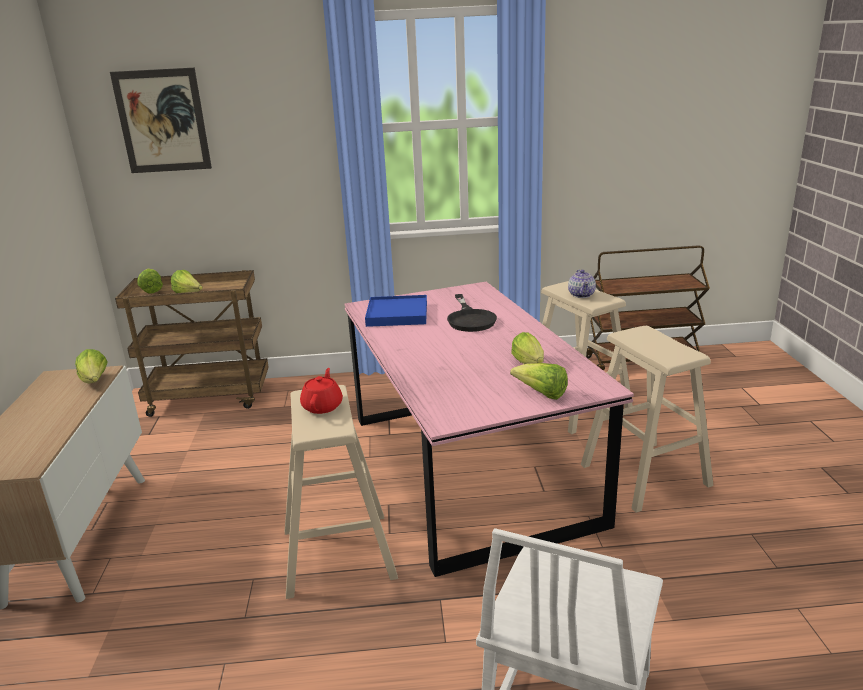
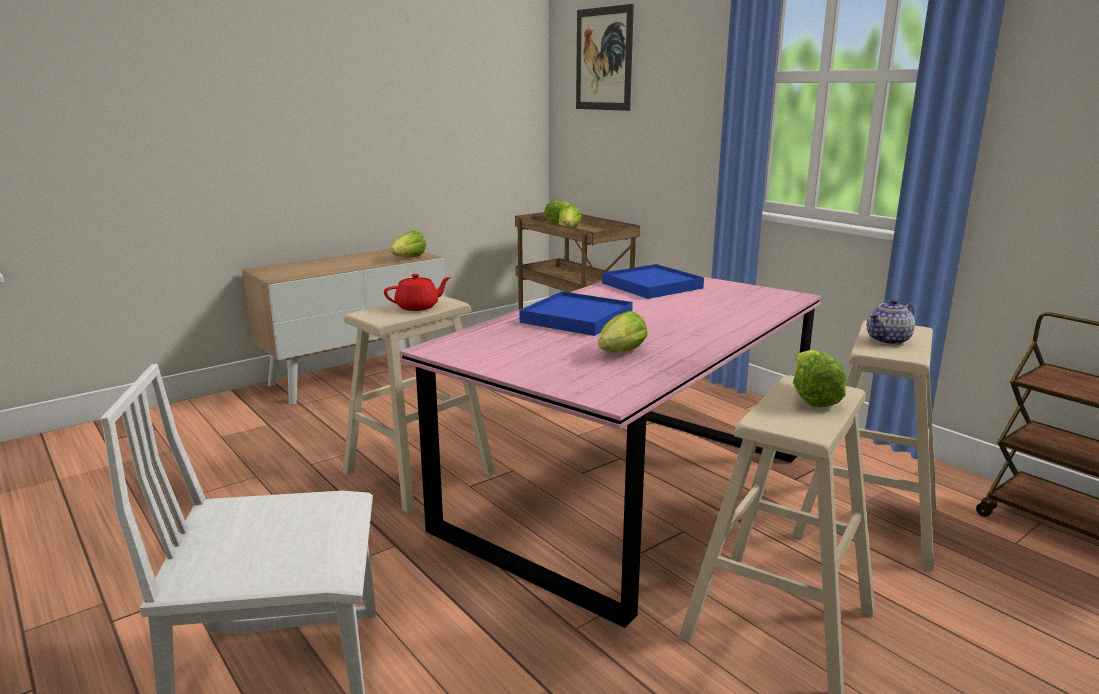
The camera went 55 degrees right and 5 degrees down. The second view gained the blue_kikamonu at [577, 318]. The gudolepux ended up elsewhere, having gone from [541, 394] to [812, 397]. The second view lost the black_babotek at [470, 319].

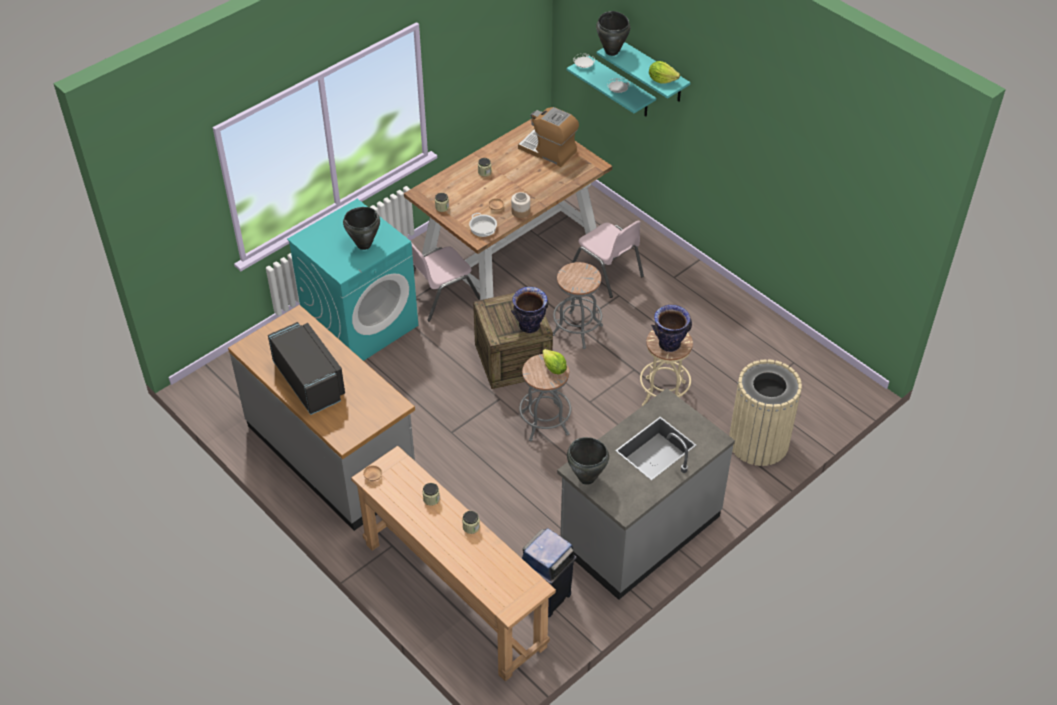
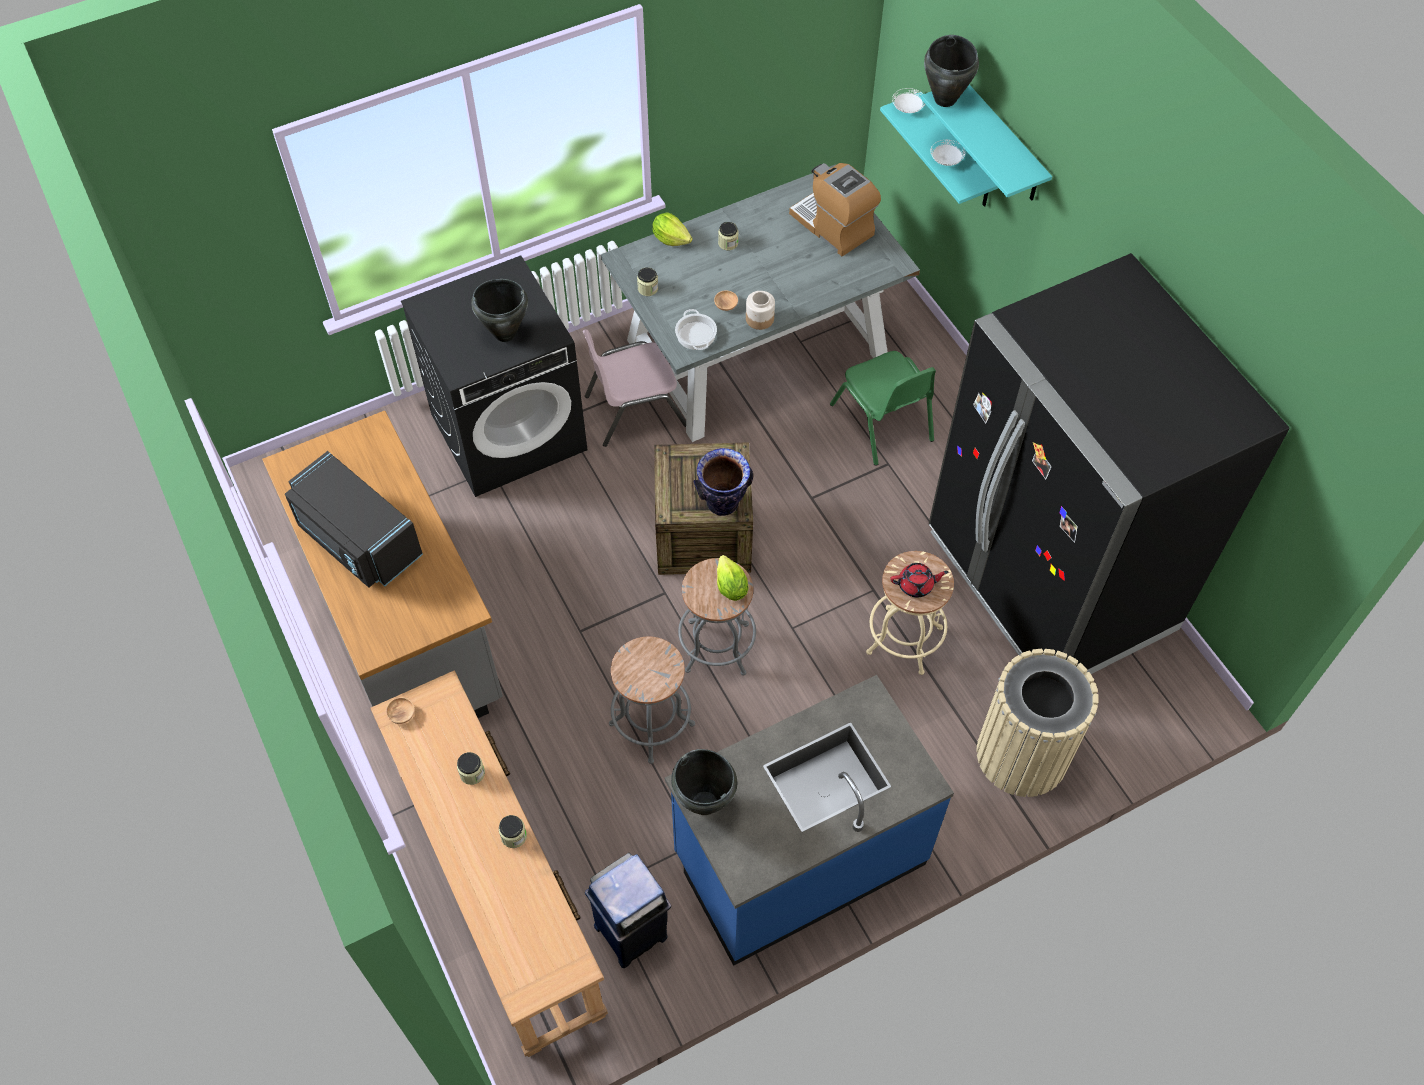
The camera went 15 degrees right and 10 degrees up. The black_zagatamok at [311, 381] ended up facing another way, 150 degrees clockwise from before. What was the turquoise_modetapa at [361, 324] turned into the black_modetapa at [509, 431]. What was the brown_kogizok at [509, 245] turned into the grey_kogizok at [756, 350]. The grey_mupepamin ended up elsewhere, having gone from [577, 330] to [652, 724]. The gudolepux ended up elsewhere, having gone from [662, 80] to [671, 239]. What was the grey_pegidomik at [639, 530] turned into the blue_pegidomik at [798, 858]. What was the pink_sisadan at [607, 272] turned into the green_sisadan at [882, 422]. Where the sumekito stood at [669, 344], the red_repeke came to stand at [916, 585]. The second view gained the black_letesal at [1049, 581].

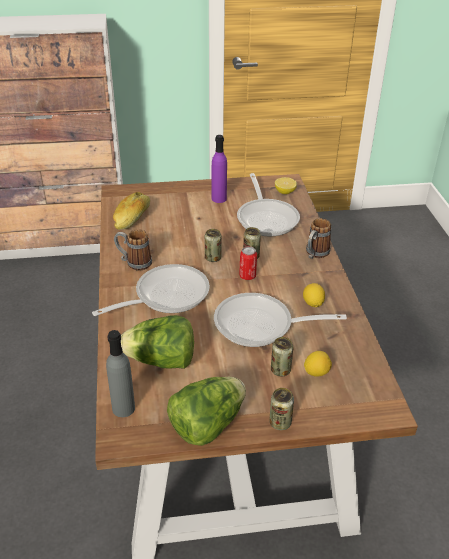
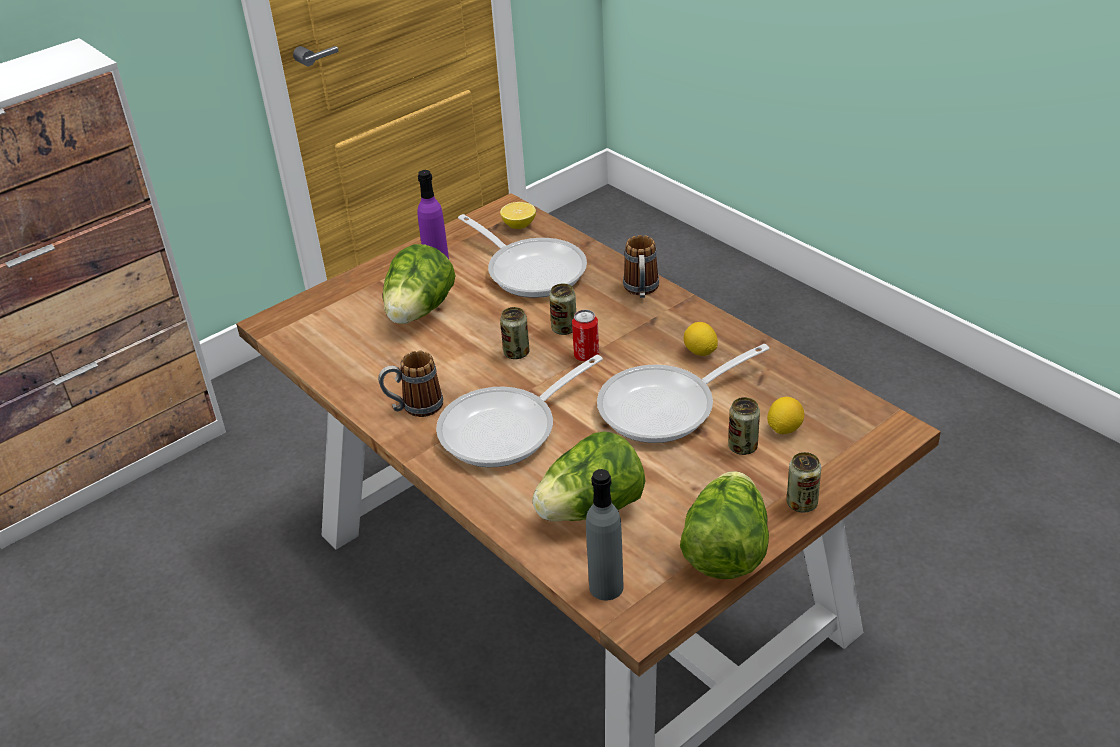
The camera went 30 degrees left and 0 degrees up. The second view gained the gudolepux at [419, 312]. The babotek at [165, 296] ended up facing another way, 150 degrees counterclockwise from before. The second view lost the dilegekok at [132, 218].

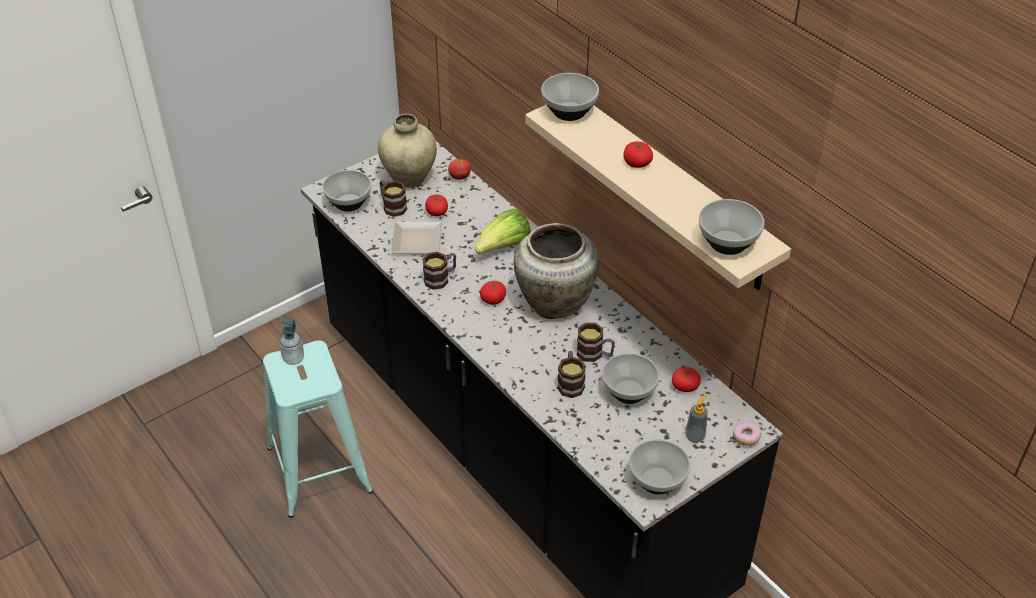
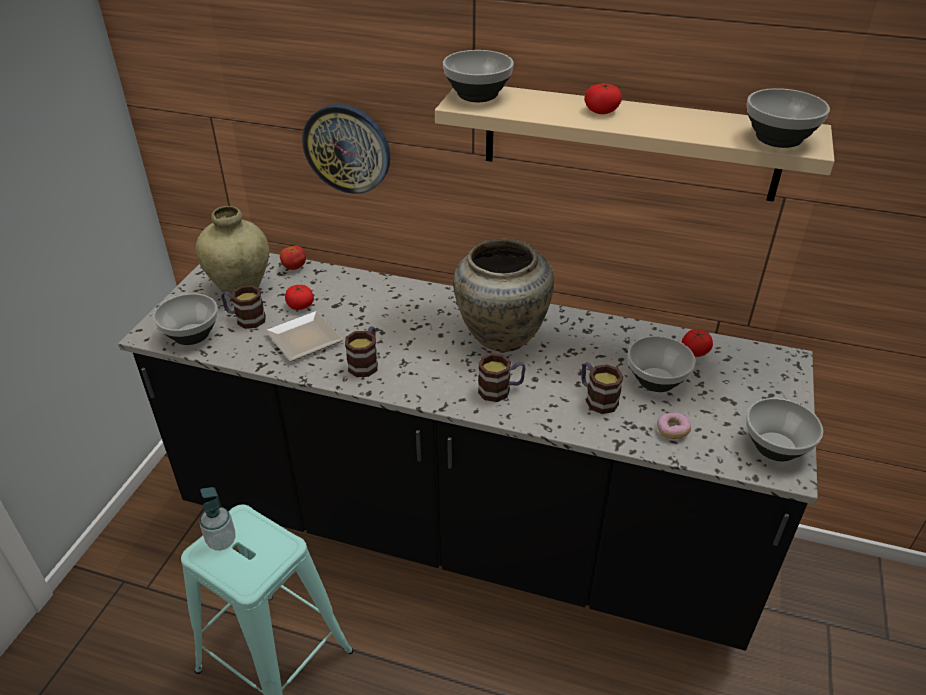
The camera went 35 degrees left and 5 degrees down. The second view gained the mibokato at [347, 148]. The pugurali ended up elsewhere, having gone from [595, 354] to [501, 390]. The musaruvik ended up elsewhere, having gone from [746, 438] to [672, 431]. The second view lost the gudolepux at [504, 247]. The second view lost the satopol at [493, 299]. The second view lost the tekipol at [695, 436].

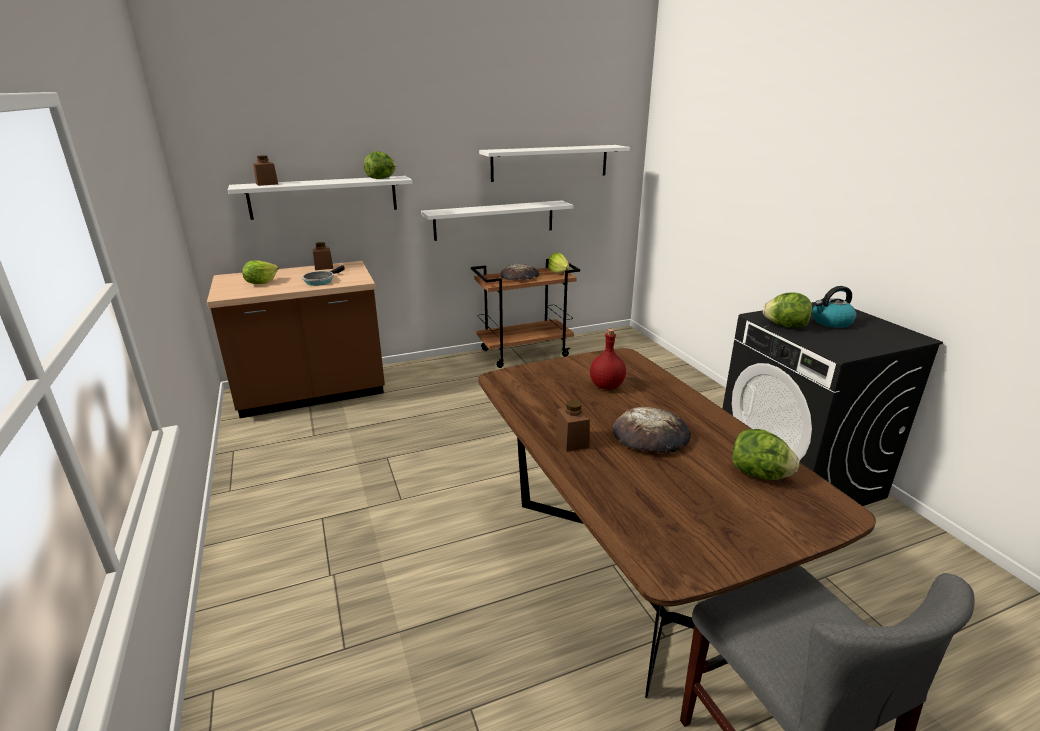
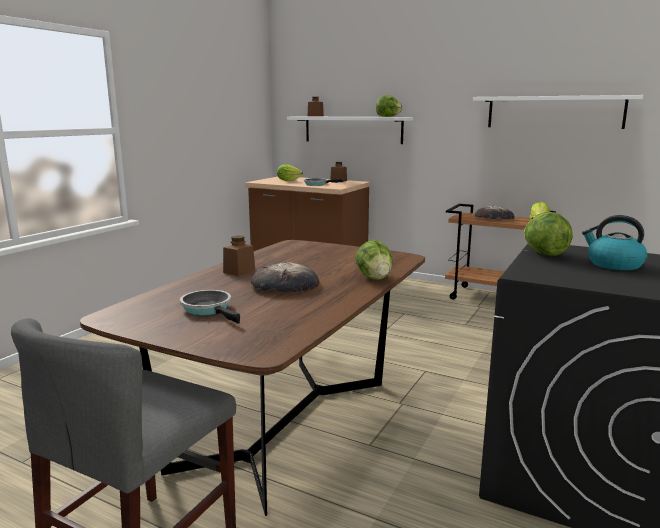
The camera went 50 degrees right and 10 degrees down. The second view gained the babotek at [209, 309]. The gudolepux ended up elsewhere, having gone from [759, 474] to [374, 278]. The second view lost the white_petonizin at [494, 220]. The second view lost the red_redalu at [606, 386].

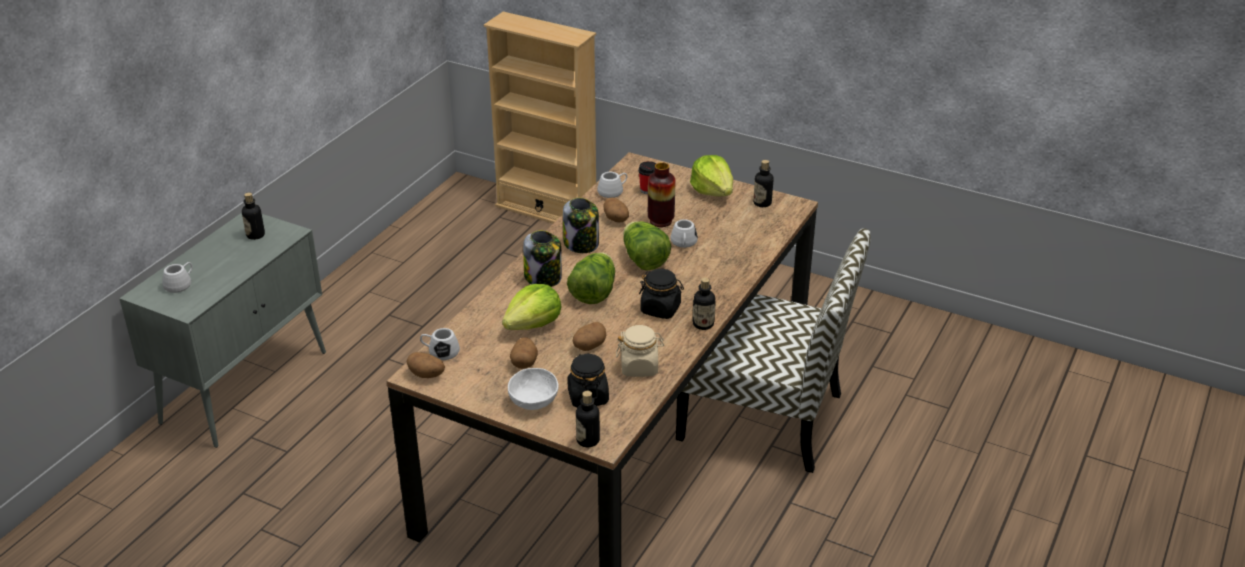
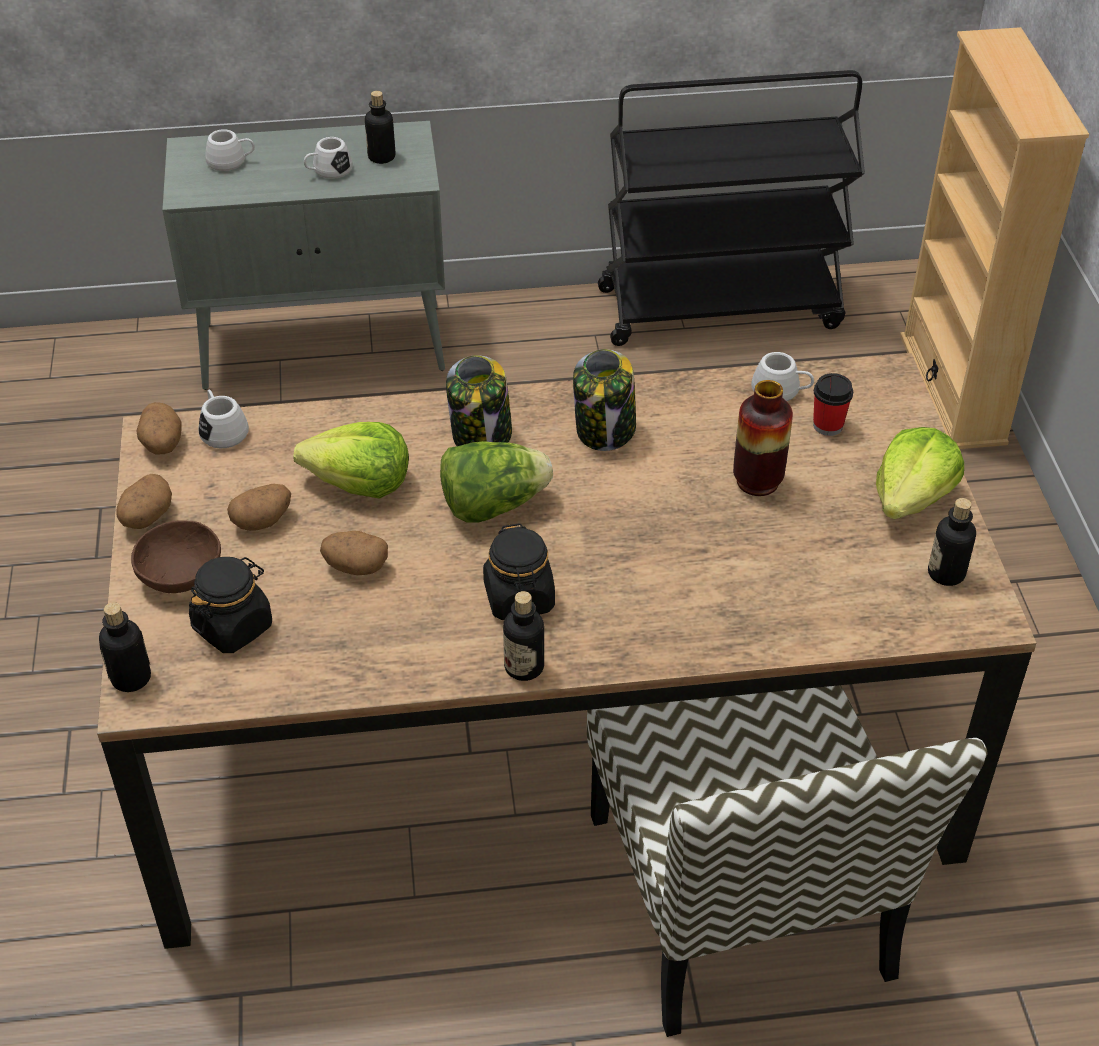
The camera went 55 degrees right and 10 degrees up. The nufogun ended up elsewhere, having gone from [616, 219] to [146, 517]. What was the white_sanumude at [534, 401] turned into the brown_sanumude at [181, 577]. The white_pugurali ended up elsewhere, having gone from [684, 243] to [328, 171]. The second view gained the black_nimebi at [720, 307]. The second view lost the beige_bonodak at [639, 367]. The second view lost the gudolepux at [644, 260].

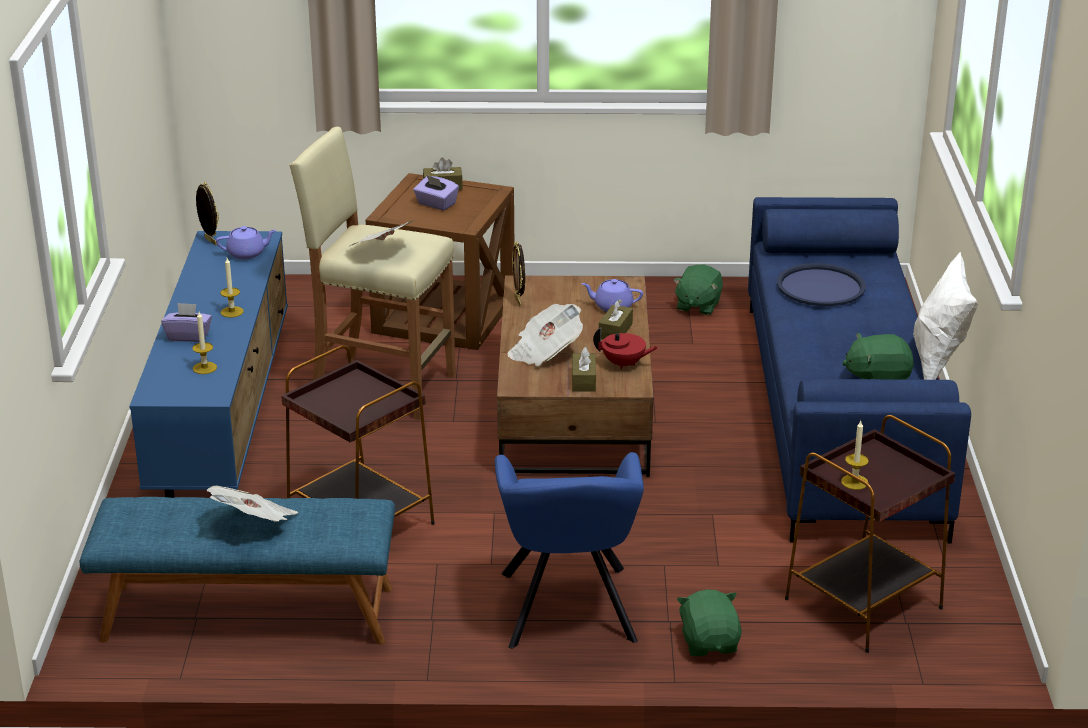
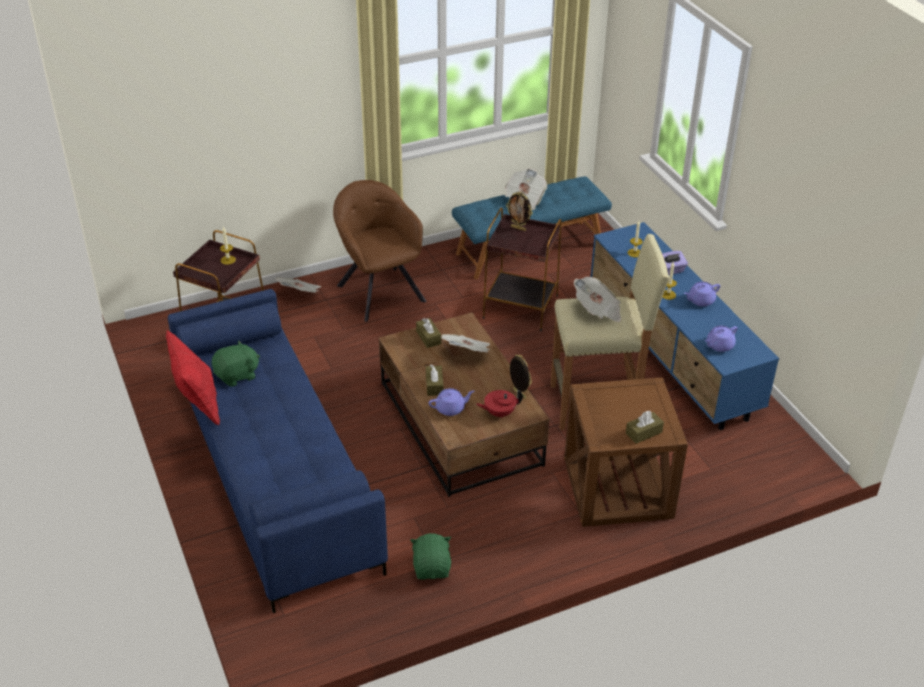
The camera went 155 degrees right and 10 degrees up. What was the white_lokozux at [938, 363] turned into the red_lokozux at [198, 405]. Where the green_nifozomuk stood at [710, 643], the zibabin came to stand at [300, 294]. What was the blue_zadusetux at [568, 611] turned into the brown_zadusetux at [379, 291]. The red_repeke ended up elsewhere, having gone from [624, 364] to [499, 413]. The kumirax ended up elsewhere, having gone from [209, 241] to [518, 228]. The second view gained the purple_repeke at [700, 301]. The second view lost the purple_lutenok at [436, 204]. The second view lost the blue_kikamonu at [820, 286].

